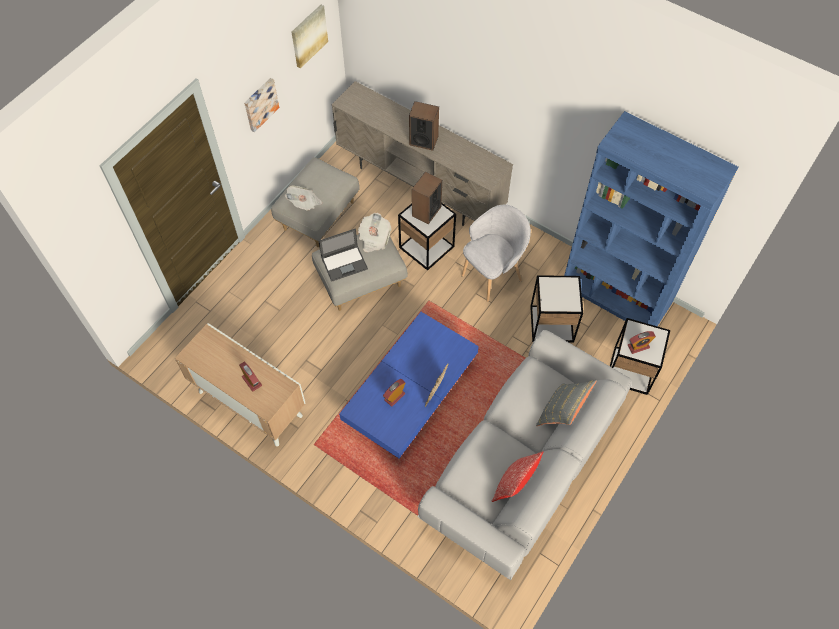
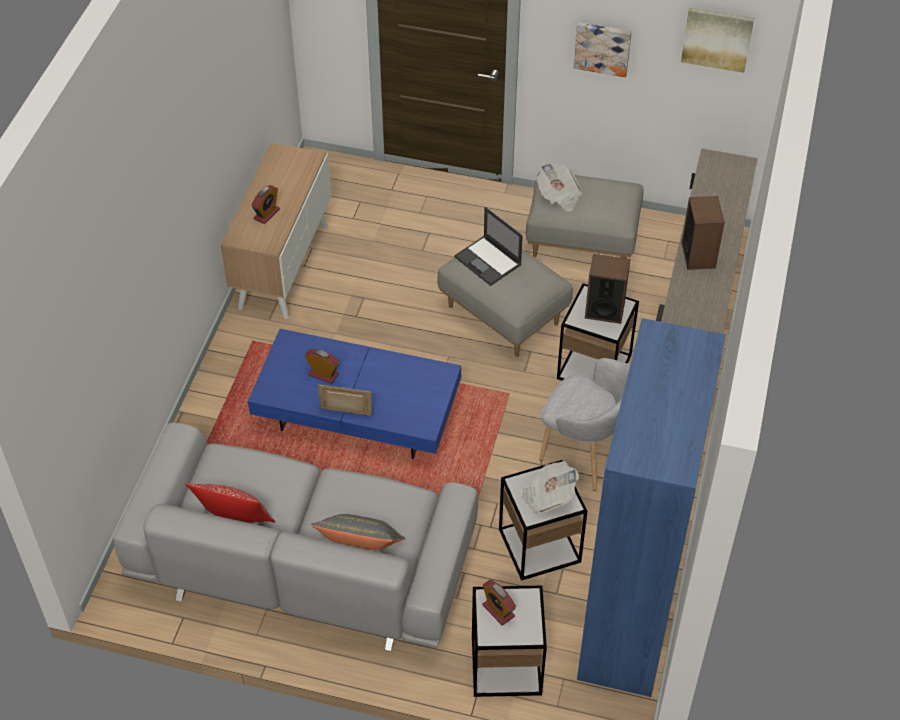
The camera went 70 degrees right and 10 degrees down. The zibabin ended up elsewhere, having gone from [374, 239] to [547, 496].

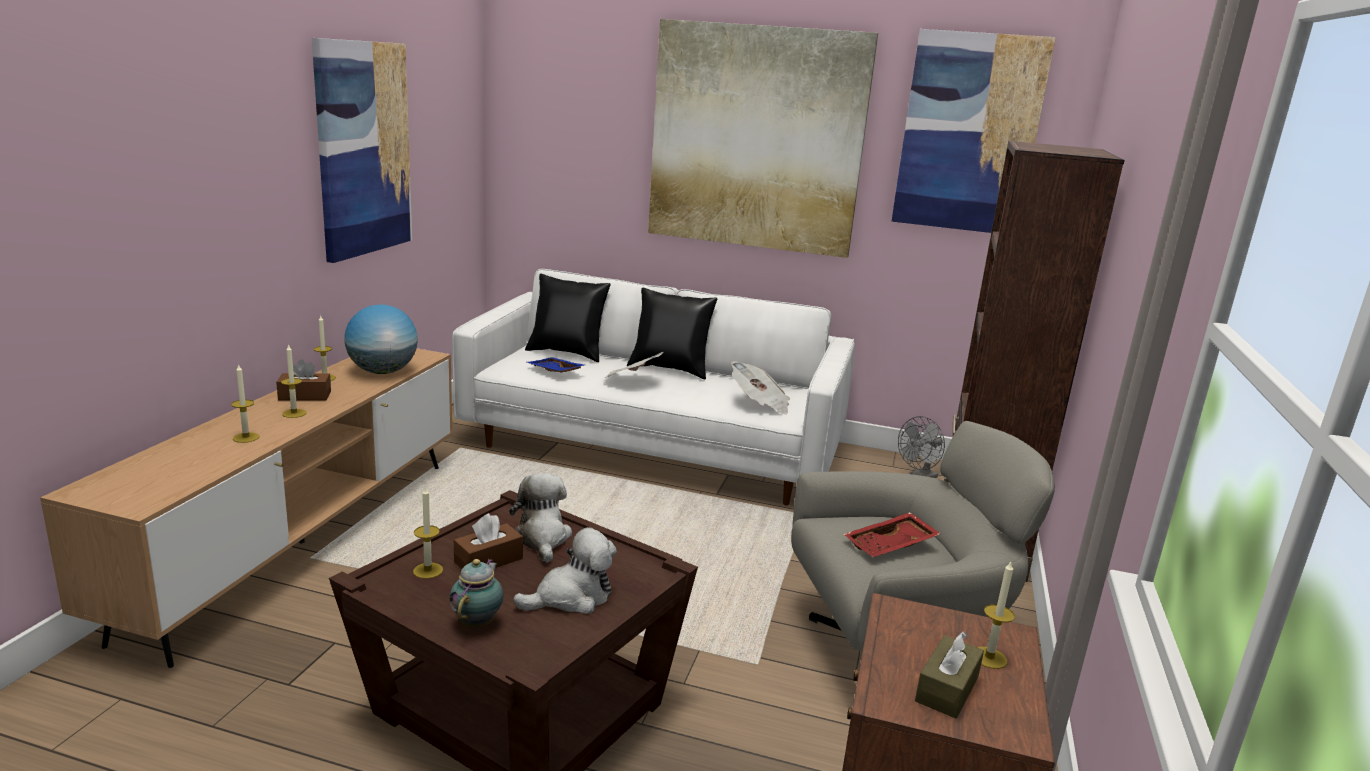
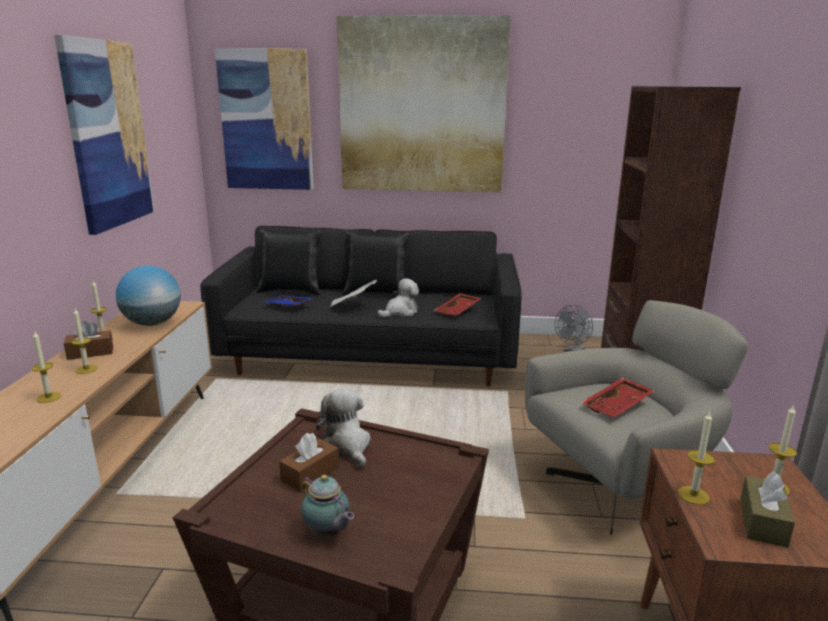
The camera went 10 degrees left and 0 degrees up. What was the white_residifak at [654, 446] turned into the black_residifak at [370, 355]. The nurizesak ended up elsewhere, having gone from [969, 133] to [266, 120]. The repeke at [478, 622] ended up facing another way, 135 degrees clockwise from before. The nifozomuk ended up elsewhere, having gone from [571, 597] to [400, 312]. Where the zibabin stood at [760, 404], the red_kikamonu came to stand at [458, 311]. The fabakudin ended up elsewhere, having gone from [428, 570] to [693, 495].

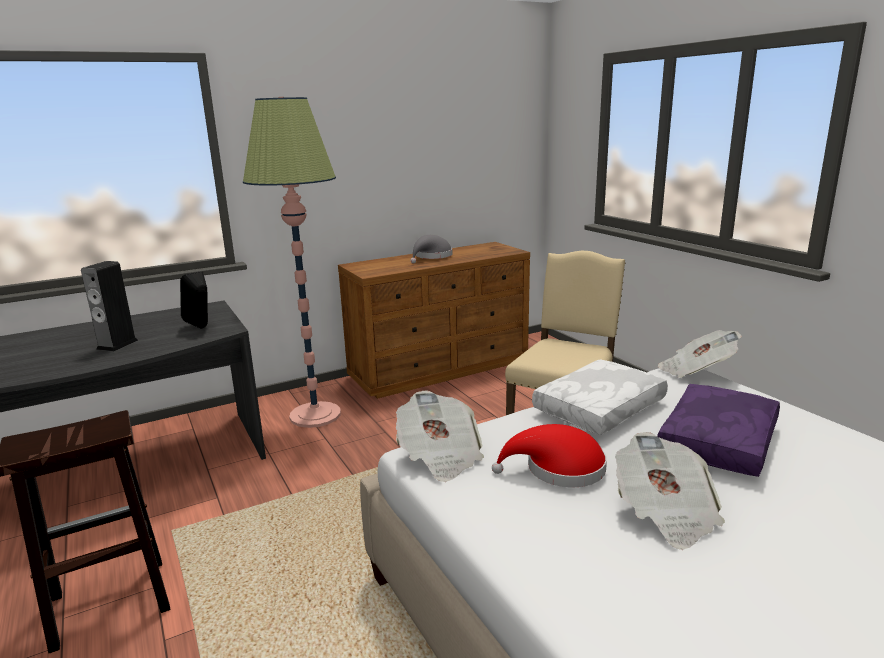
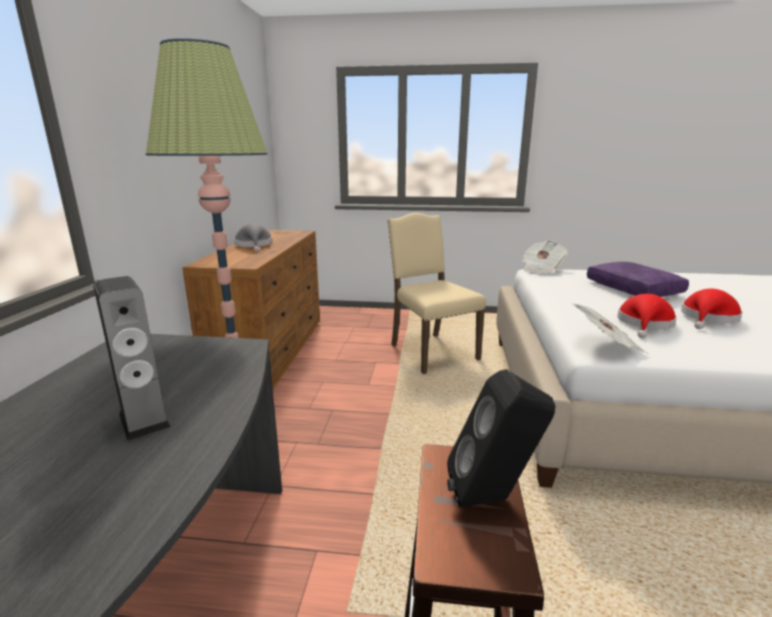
The camera went 55 degrees left and 0 degrees up. The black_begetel ended up elsewhere, having gone from [201, 328] to [494, 498]. Where the zibabin stood at [665, 513], the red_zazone came to stand at [708, 318]. The second view lost the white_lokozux at [600, 409].

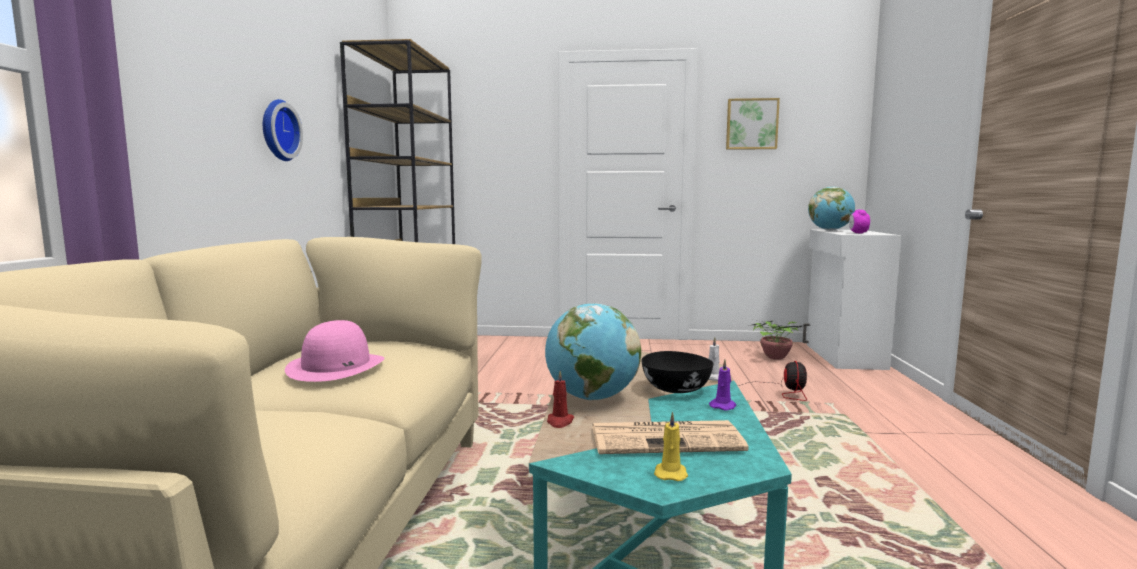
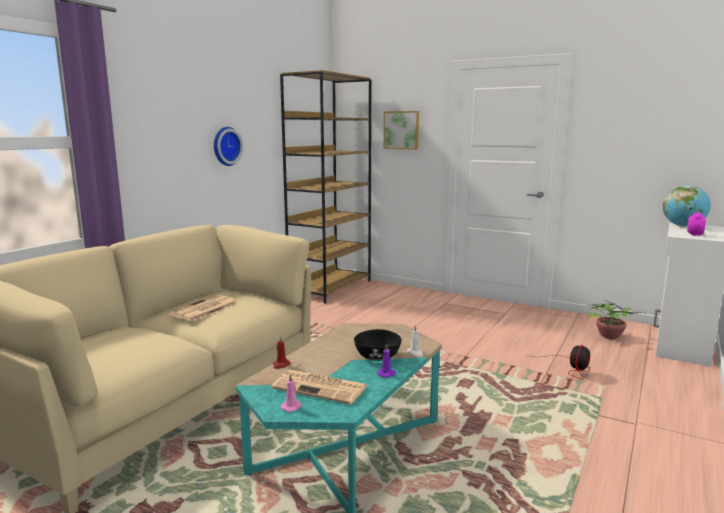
The camera went 25 degrees right and 5 degrees up. Where the pink_zazone stood at [336, 366], the zibabin came to stand at [204, 309]. What was the yellow_fabakudin at [670, 473] turned into the pink_fabakudin at [292, 407]. The nurizesak ended up elsewhere, having gone from [751, 124] to [402, 130]. The second view lost the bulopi at [591, 398].

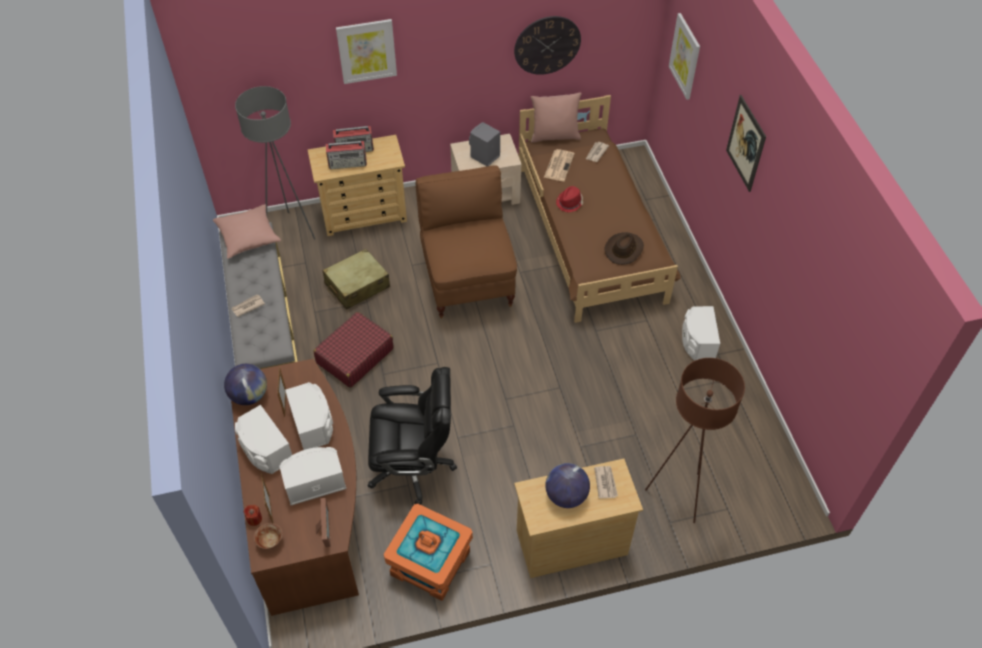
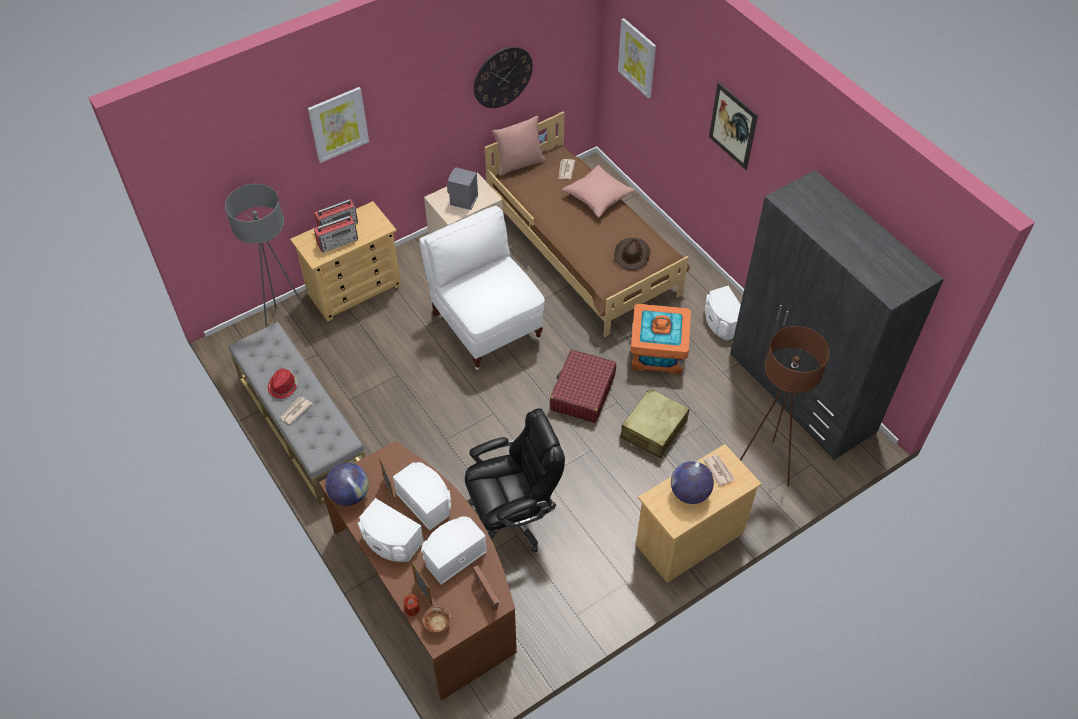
The camera went 20 degrees left and 0 degrees up. The red_zazone ended up elsewhere, having gone from [570, 202] to [283, 386]. What was the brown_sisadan at [467, 279] turned into the white_sisadan at [485, 325]. The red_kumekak ended up elsewhere, having gone from [354, 356] to [582, 392]. The pink_lokozux ended up elsewhere, having gone from [248, 237] to [598, 197]. The beige_kumekak ended up elsewhere, having gone from [357, 285] to [653, 429]. The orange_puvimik ended up elsewhere, having gone from [430, 563] to [657, 352]. The second view gained the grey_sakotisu at [801, 393]. The second view lost the zibabin at [559, 165].

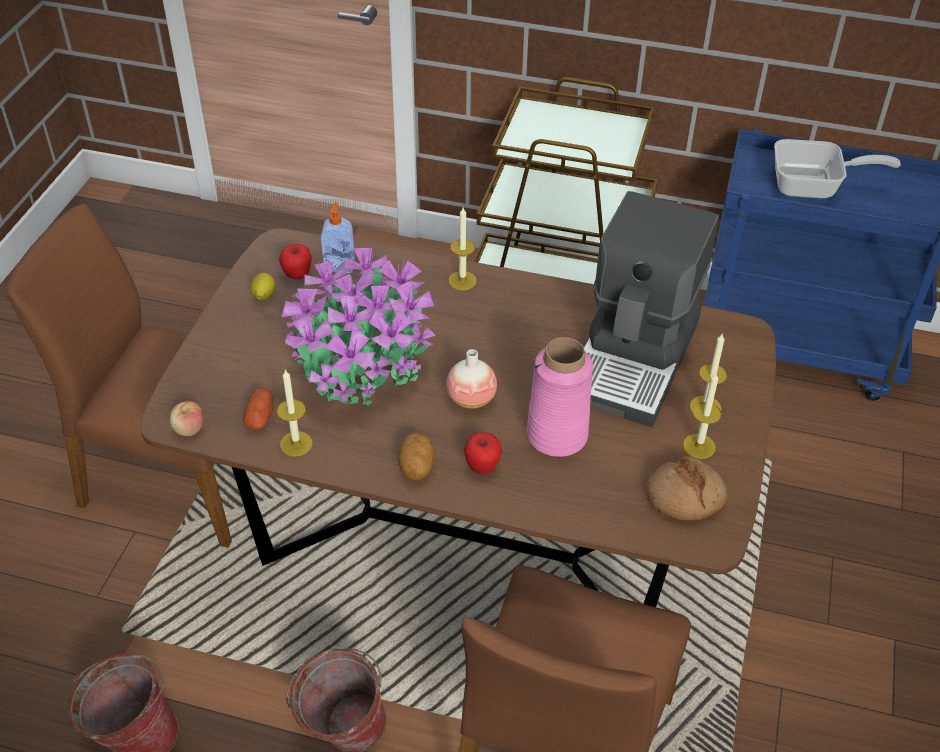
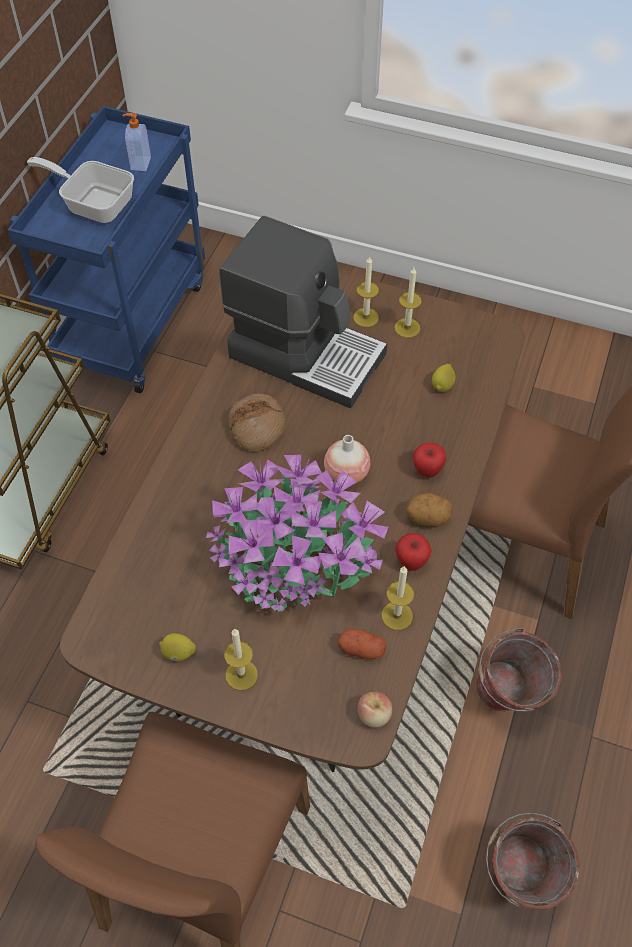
The camera went 85 degrees left and 10 degrees up. The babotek at [814, 186] ended up facing another way, 75 degrees counterclockwise from before. The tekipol ended up elsewhere, having gone from [339, 265] to [140, 163]. The fabakudin ended up elsewhere, having gone from [462, 280] to [241, 675]. The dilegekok ended up elsewhere, having gone from [685, 497] to [257, 427]. The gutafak ended up elsewhere, having gone from [297, 275] to [411, 562]. The second view gained the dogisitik at [442, 385]. The second view lost the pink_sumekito at [557, 435].

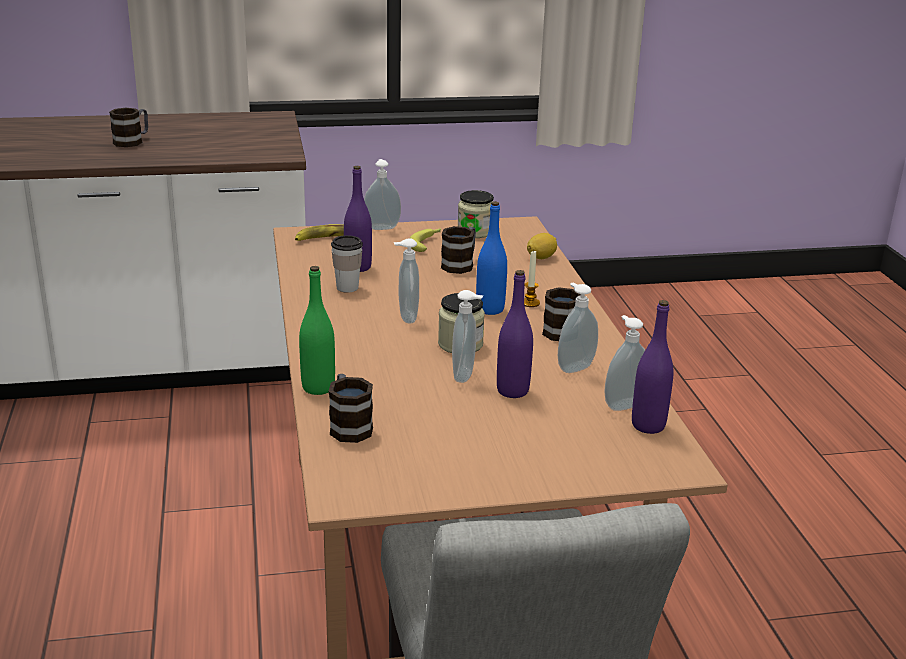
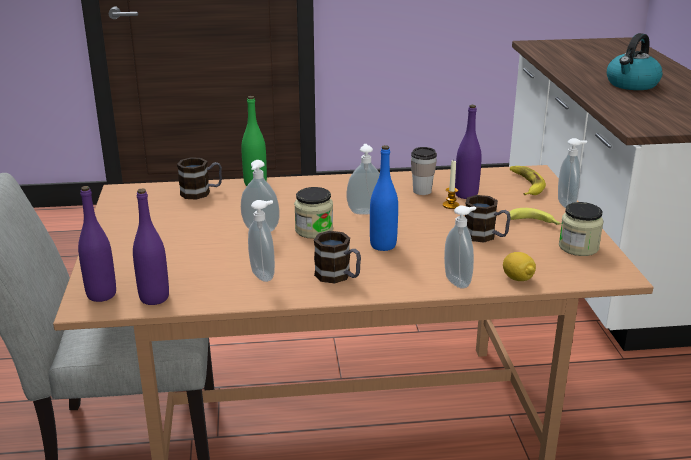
The camera went 95 degrees right and 0 degrees up. The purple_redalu ended up elsewhere, having gone from [512, 391] to [101, 295]. The fabakudin ended up elsewhere, having gone from [530, 303] to [450, 205]. The tekipol ended up elsewhere, having gone from [623, 404] to [459, 281]. Where the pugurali stood at [132, 141], the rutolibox came to stand at [632, 84].

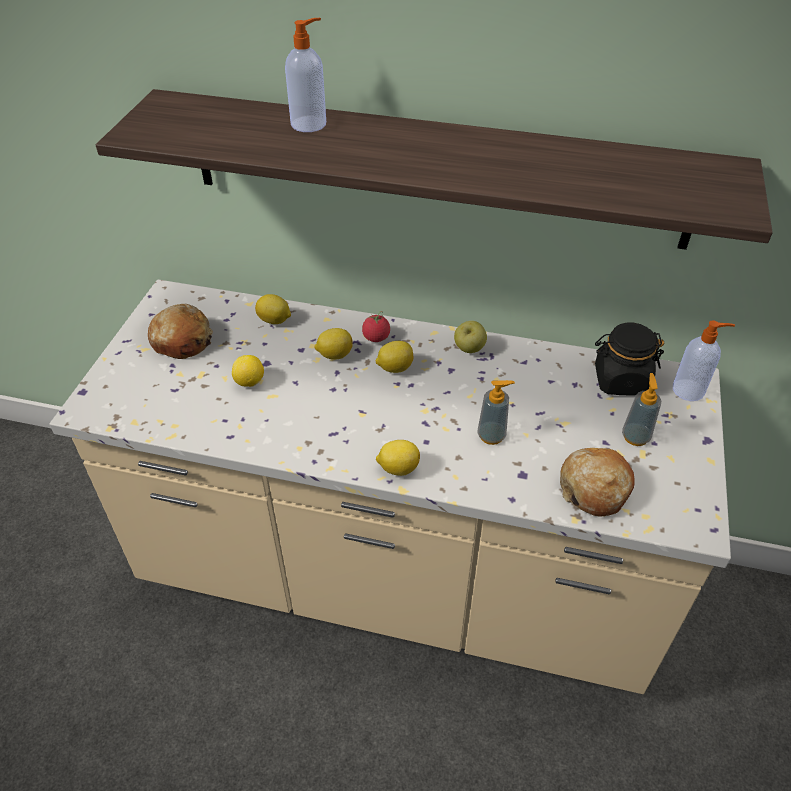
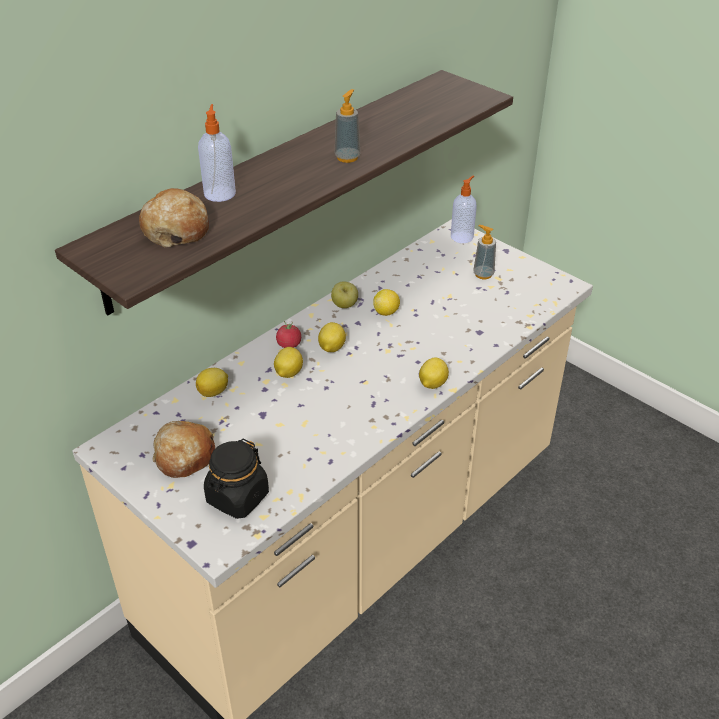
The camera went 60 degrees left and 5 degrees down. The dilegekok ended up elsewhere, having gone from [594, 488] to [176, 229]. The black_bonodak ended up elsewhere, having gone from [620, 380] to [237, 497]. The tekipol ended up elsewhere, having gone from [491, 435] to [347, 157]. The dogisitik ended up elsewhere, having gone from [250, 382] to [386, 312].

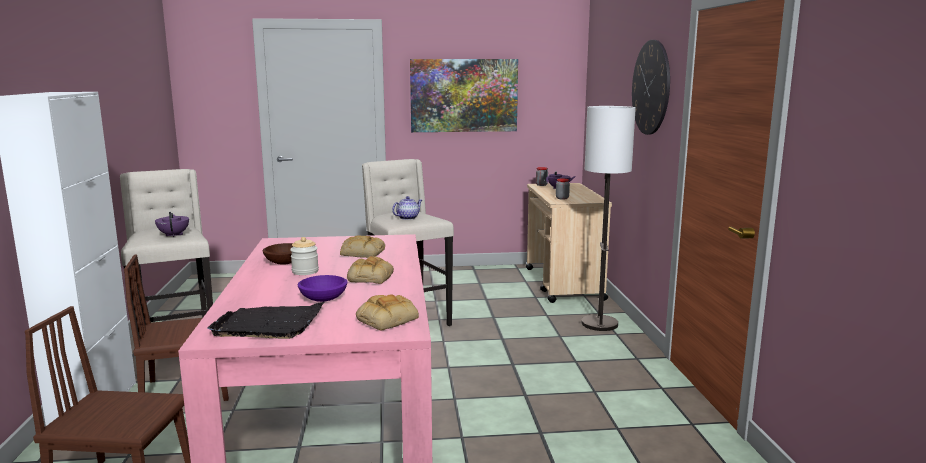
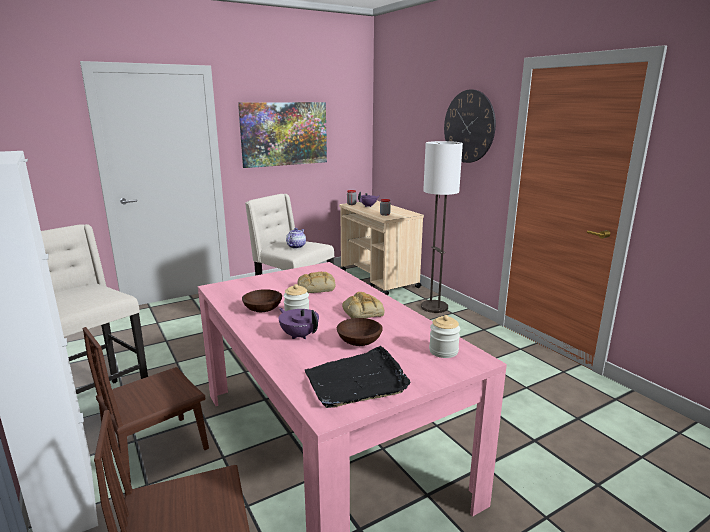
The camera went 25 degrees left and 5 degrees up. The purple_repeke ended up elsewhere, having gone from [174, 235] to [299, 335]. What was the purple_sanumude at [323, 299] turned into the brown_sanumude at [358, 342]. Where the dilegekok stood at [387, 319], the bonodak came to stand at [443, 351].

